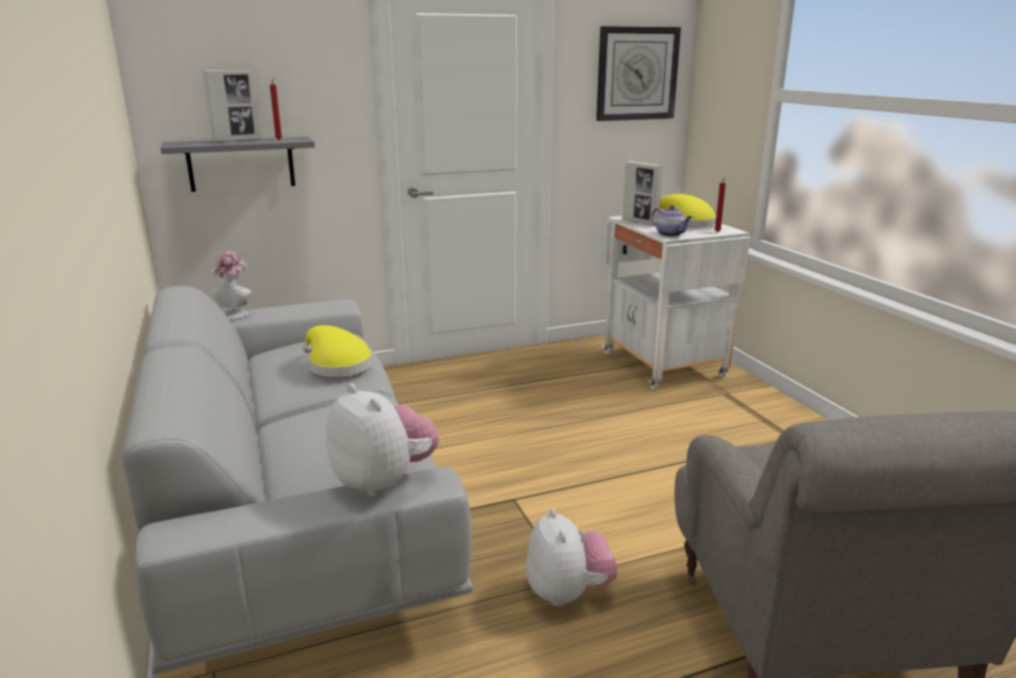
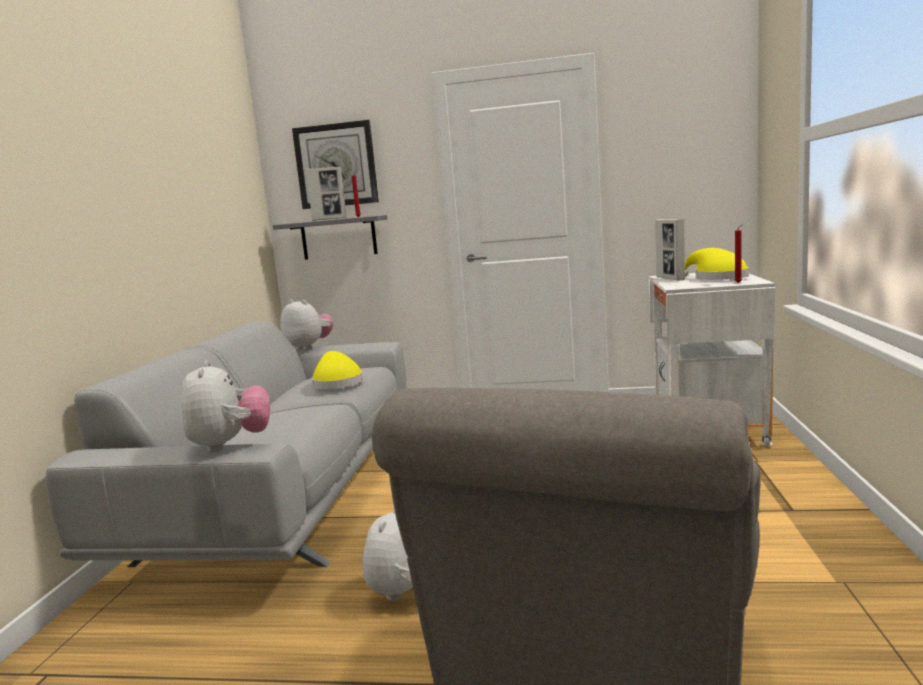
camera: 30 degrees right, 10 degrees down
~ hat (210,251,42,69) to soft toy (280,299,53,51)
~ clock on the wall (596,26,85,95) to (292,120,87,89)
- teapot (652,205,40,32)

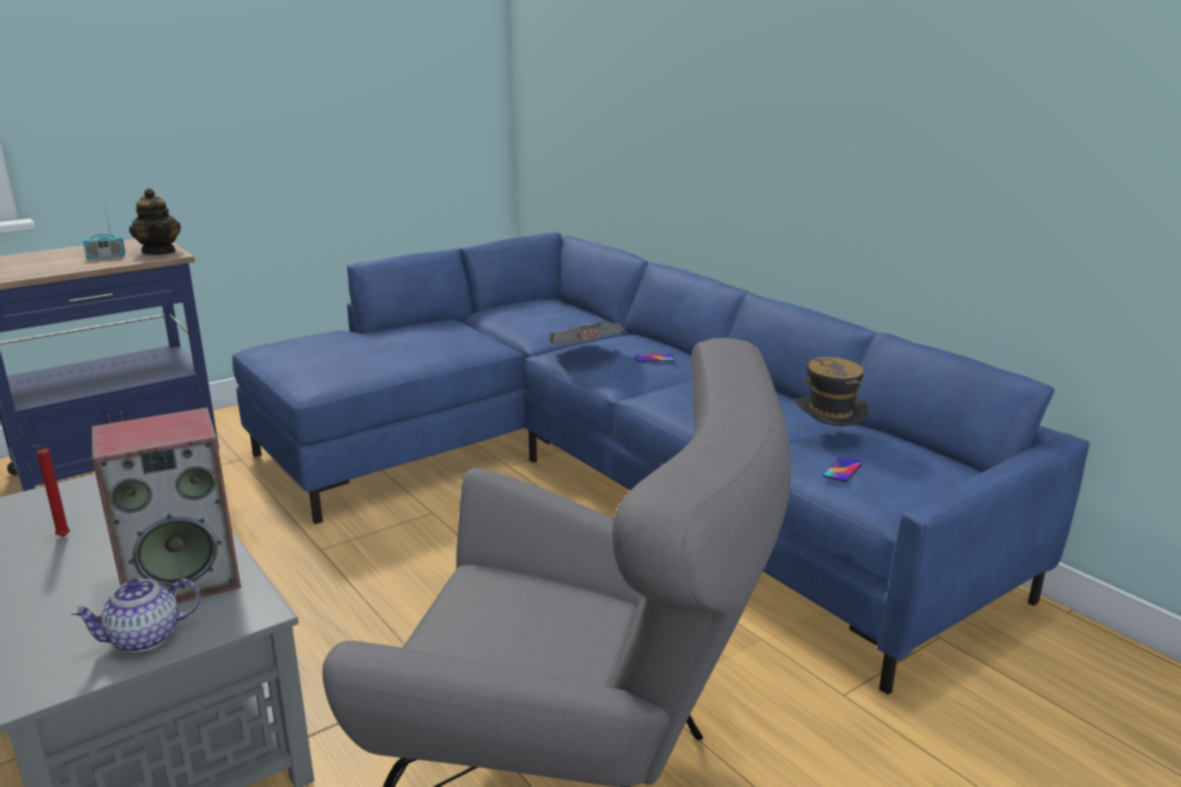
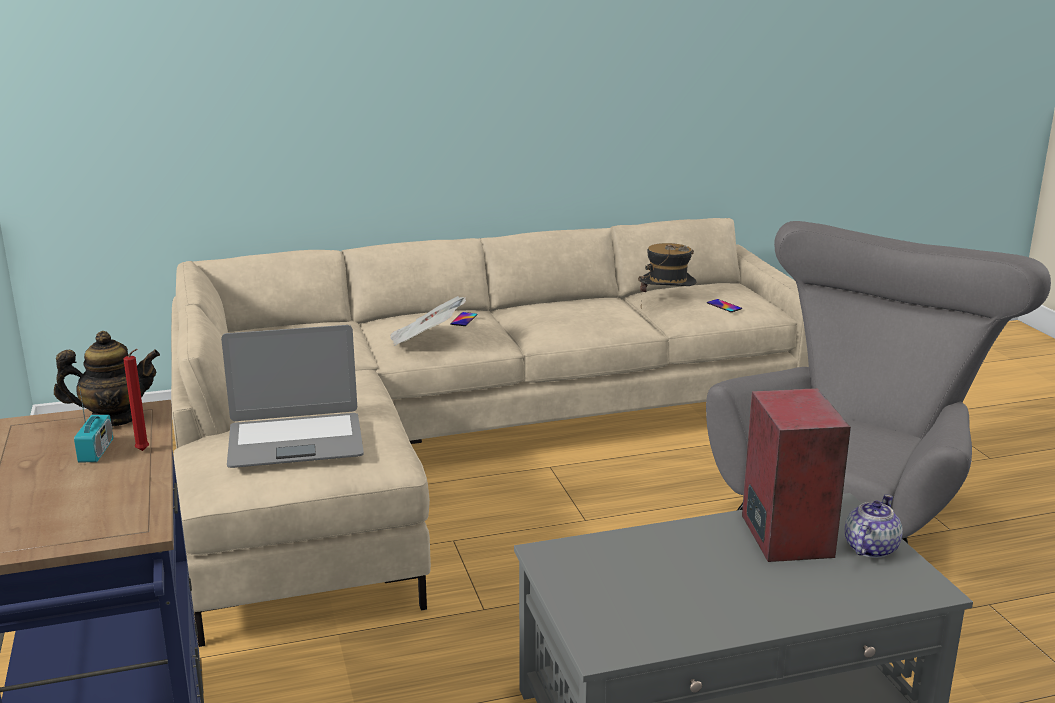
camera: 70 degrees left, 0 degrees up
~ red-coloured wax candle (33,445,37,92) to (123,349,26,102)
~ teapot (70,578,131,74) = (845,494,58,64) 135 degrees counterclockwise
~ blue settee (232,233,857,462) to beige-coloured settee (171,218,638,429)
+ portable computer (221,325,143,143)

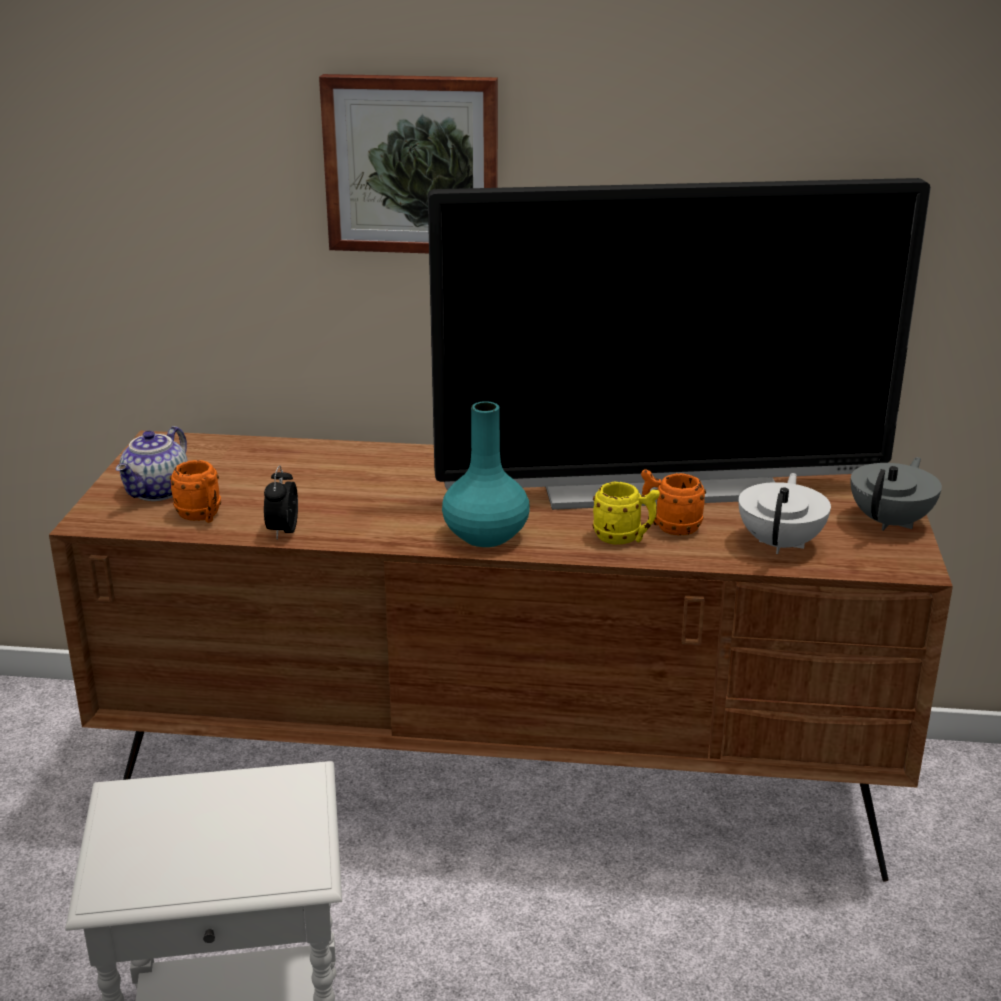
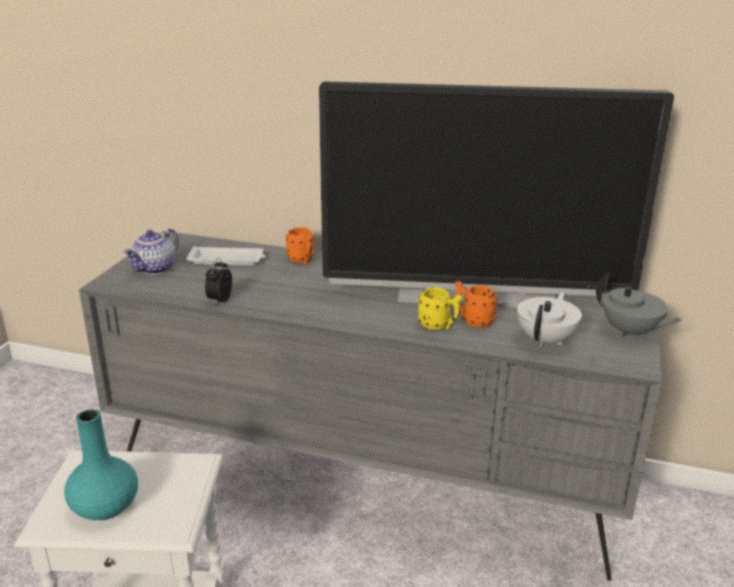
camera: 10 degrees right, 0 degrees up
~ brown-coloured tv stand (49,431,904,451) to grey tv stand (79,231,583,350)
~ orangey tea mug (170,460,51,63) to (286,227,28,38)
- wall picture (319,74,179,179)
~ blue-green vase (442,401,88,146) to (64,409,74,111)
~ grey teapot (851,457,91,74) = (596,273,86,65) 90 degrees clockwise
+ whitish serving tray (186,246,79,20)

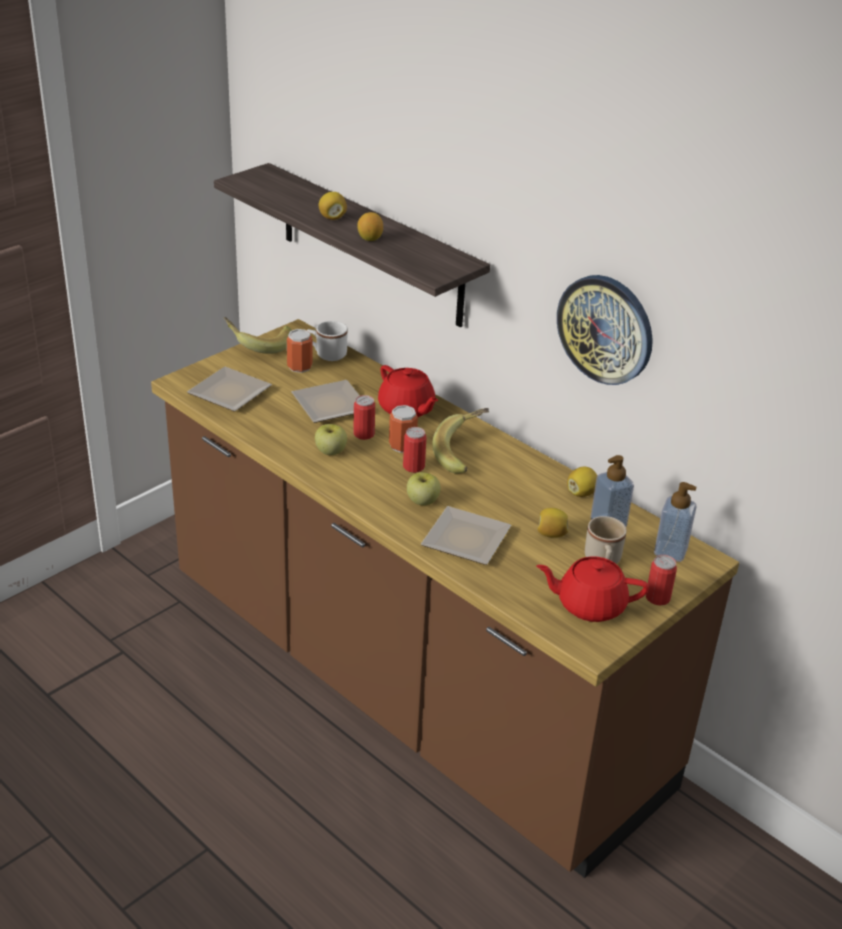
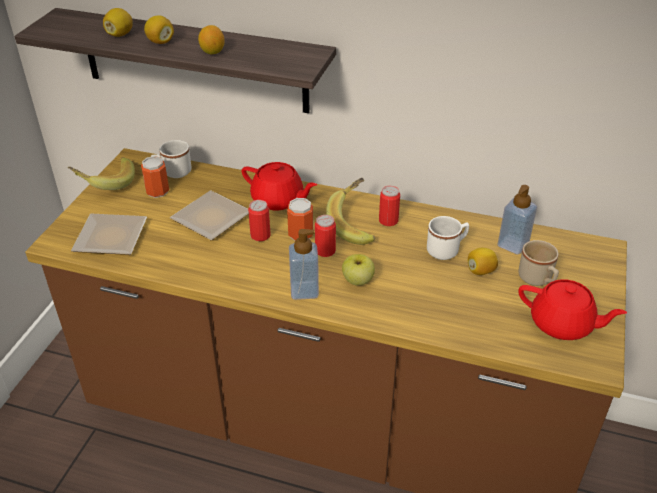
camera: 25 degrees left, 5 degrees up
- apple (315,424,32,31)
- flat dish (421,506,90,59)
~ red-coloured teapot (537,556,112,66) = (518,279,109,61) 135 degrees counterclockwise
- clock on the wall (557,275,96,110)
~ citrus fruit (567,467,31,30) to (103,8,30,29)
~ metal can (646,555,31,51) to (379,186,21,40)
~ liquid soap bottle (654,482,43,80) to (289,229,30,71)
+ whitish tea mug (427,216,42,44)

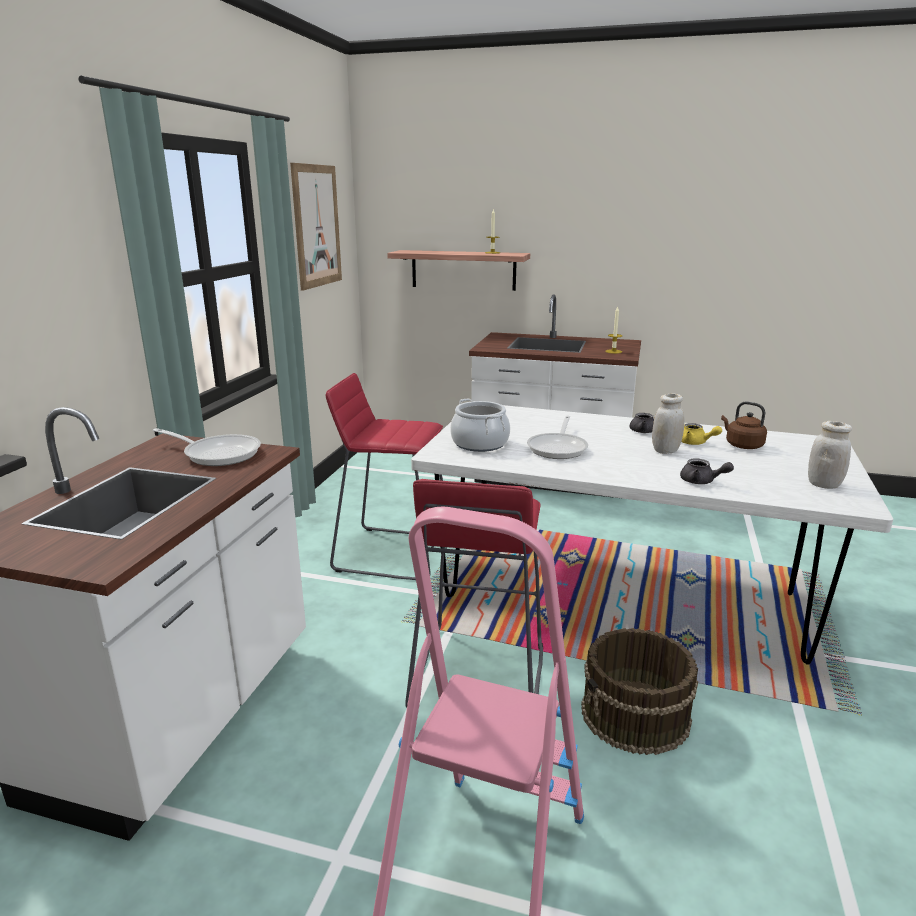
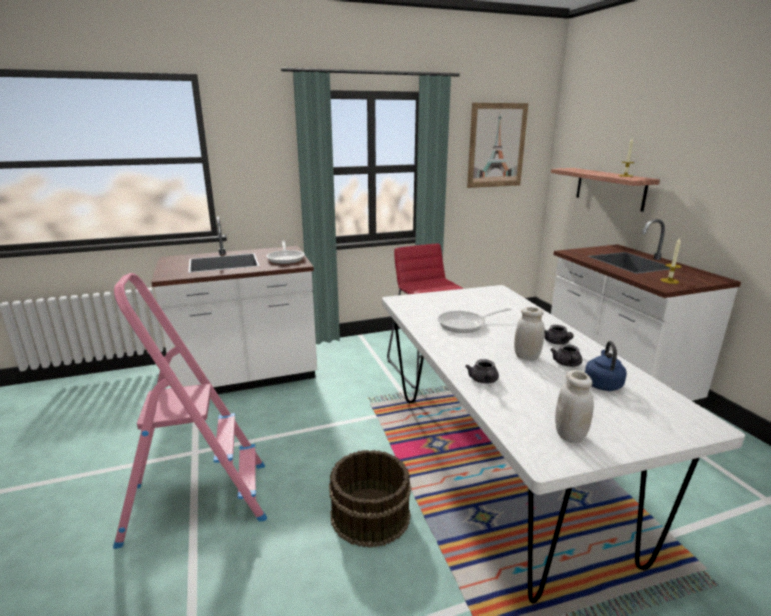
camera: 55 degrees right, 0 degrees up
- red-coloured stool (405,479,138,228)
- cooking pot (450,399,60,53)
~ yellowish teapot (681,423,41,22) to grey teapot (550,344,32,23)
~ brown-coloured water kettle (721,401,46,48) to blue water kettle (585,341,42,50)

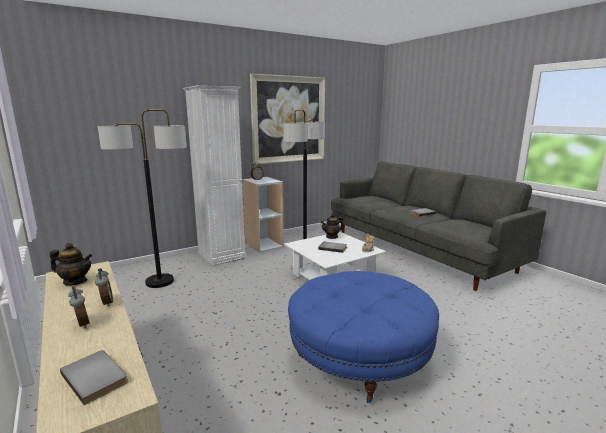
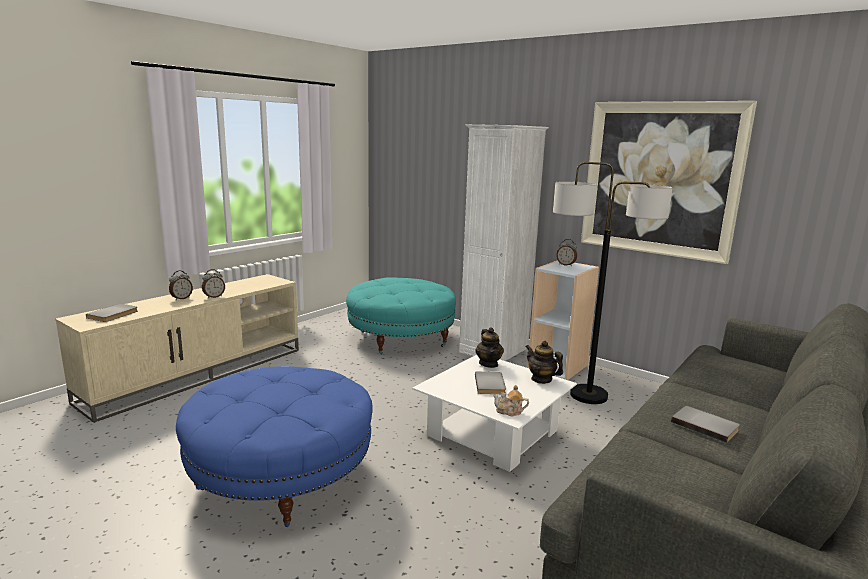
camera: 70 degrees right, 0 degrees up
~ teapot (50,243,42,43) to (475,327,29,41)
~ standard lamp (98,109,89,179) to blue-green ottoman (346,277,110,77)

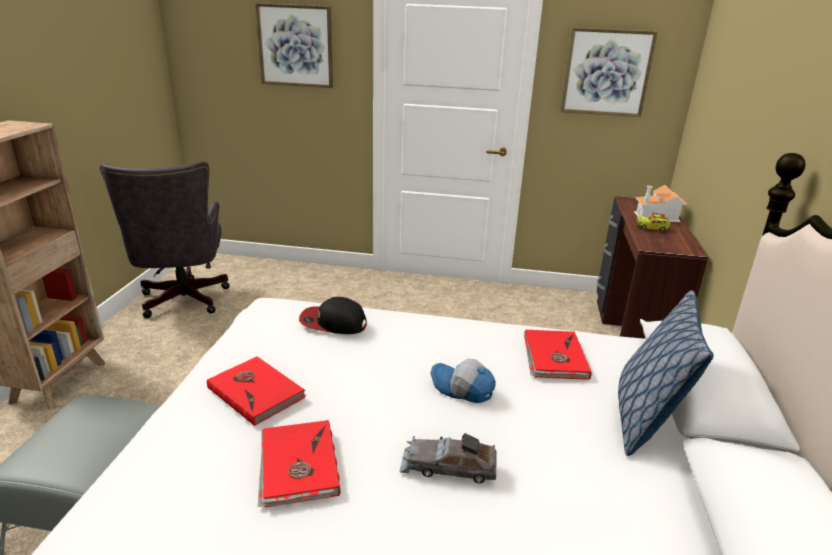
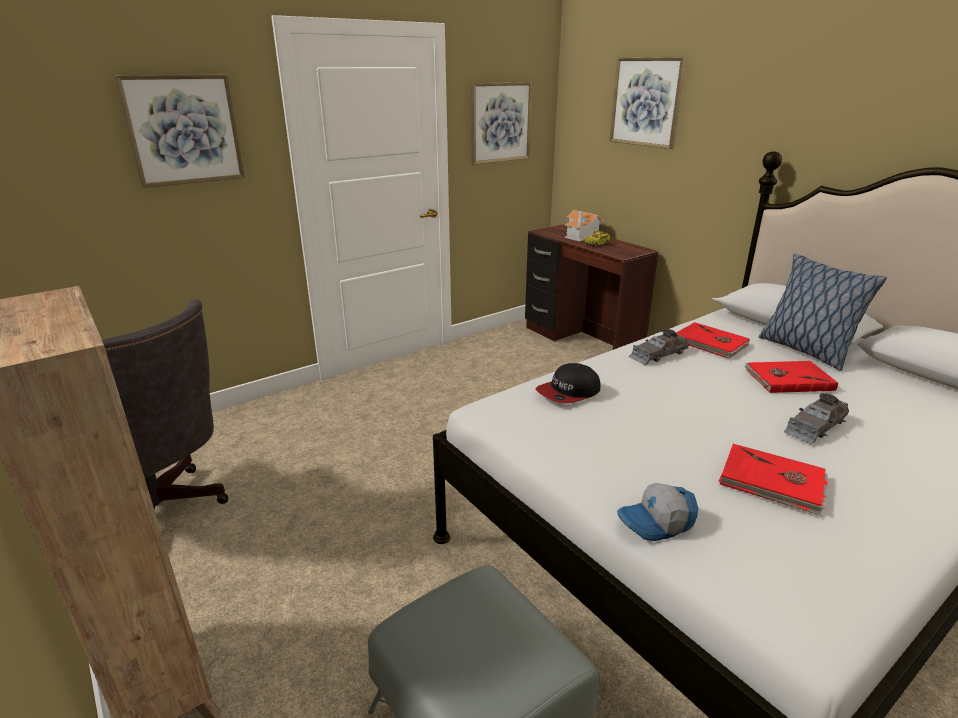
camera: 45 degrees left, 0 degrees up
~ red-coloured volume (207,356,99,70) to (745,361,93,32)
~ peaked cap (431,359,65,44) to (617,483,81,58)
+ wall picture (610,57,76,92)
+ grey toy car (629,328,60,37)

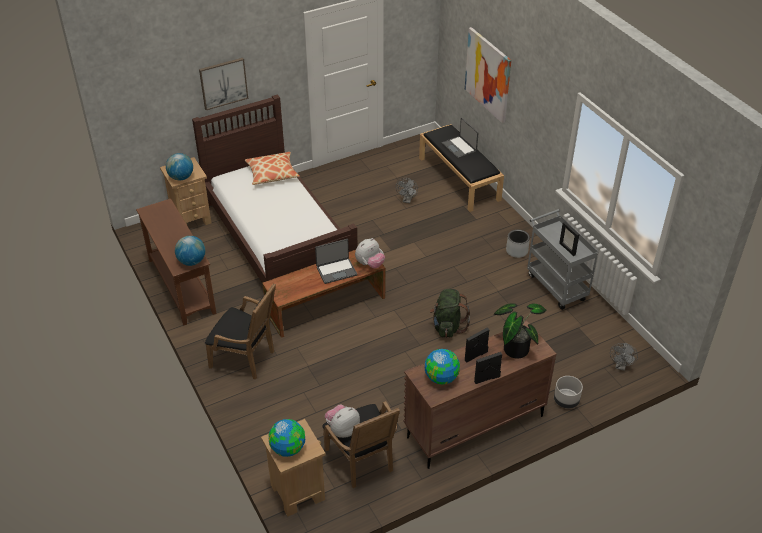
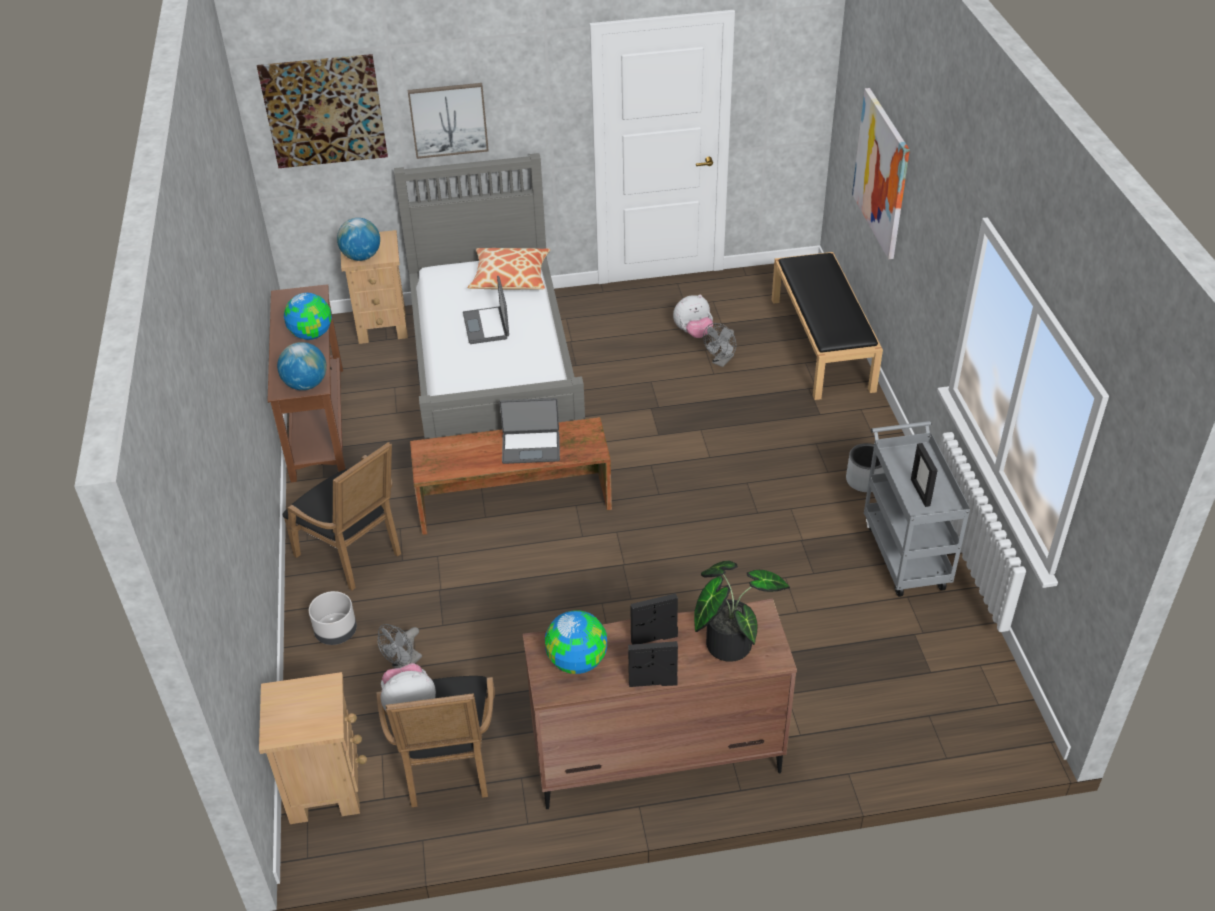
camera: 20 degrees right, 0 degrees up
~ brown-coloured sleeping bed (192,95,166,188) to grey sleeping bed (394,153,191,286)
~ desk globe (268,419,37,38) to (284,293,48,47)
~ soft toy (355,238,30,30) to (673,295,40,43)
- greenish knapsack (430,289,40,49)
~ portable computer (442,118,36,41) to (463,276,46,68)
~ grey flower pot (554,376,29,32) to (309,591,48,54)
~ grey fan (610,343,28,28) to (378,624,44,44)
+ wall picture (257,54,131,114)

